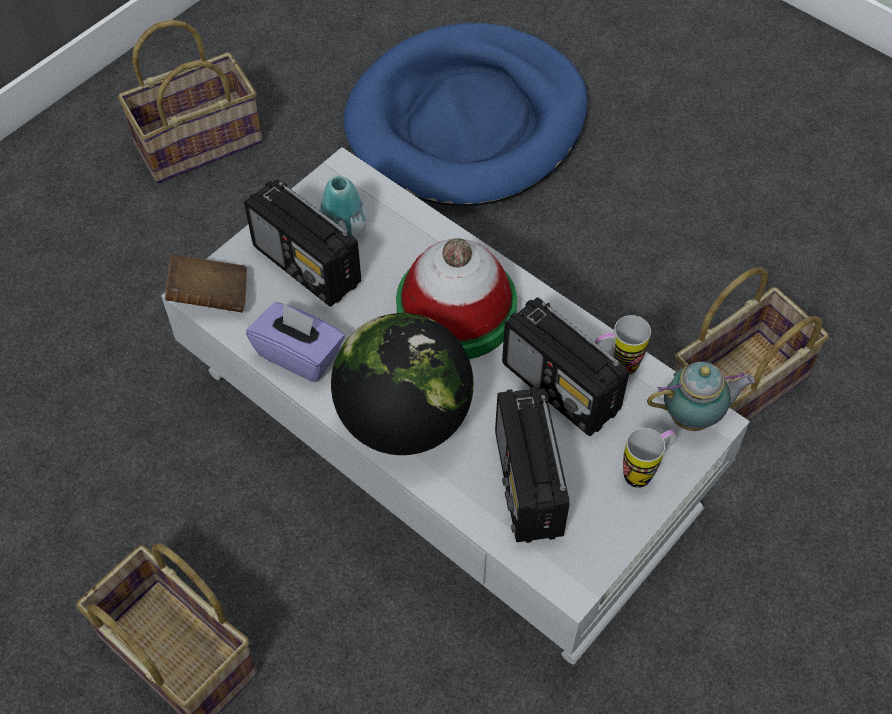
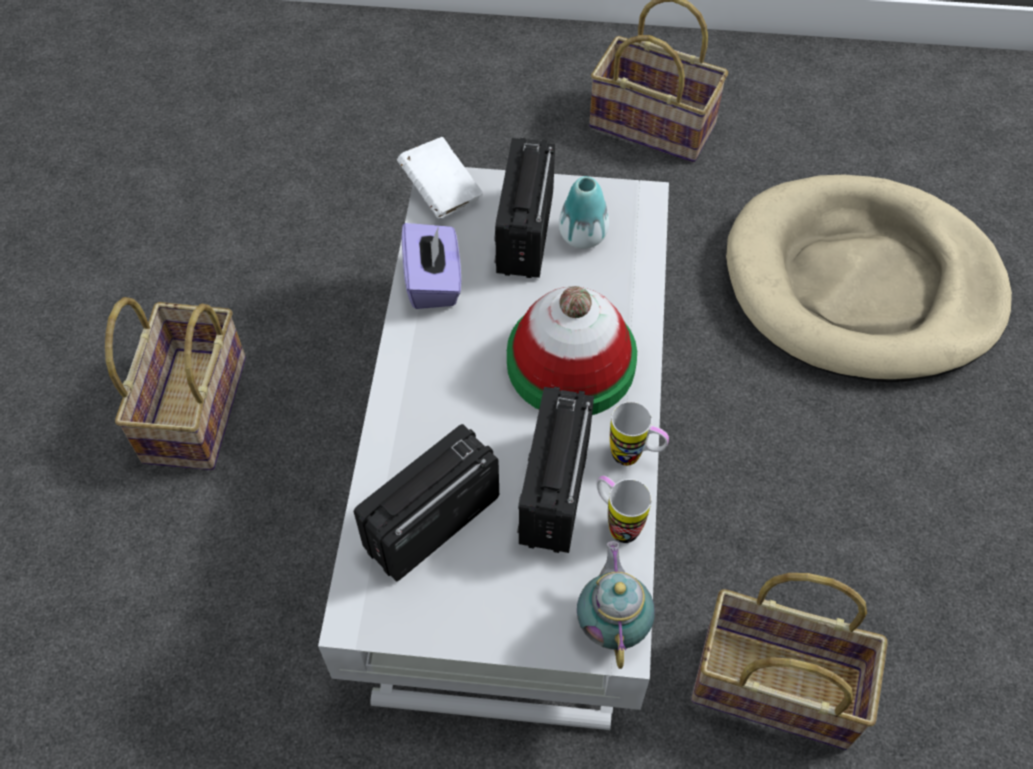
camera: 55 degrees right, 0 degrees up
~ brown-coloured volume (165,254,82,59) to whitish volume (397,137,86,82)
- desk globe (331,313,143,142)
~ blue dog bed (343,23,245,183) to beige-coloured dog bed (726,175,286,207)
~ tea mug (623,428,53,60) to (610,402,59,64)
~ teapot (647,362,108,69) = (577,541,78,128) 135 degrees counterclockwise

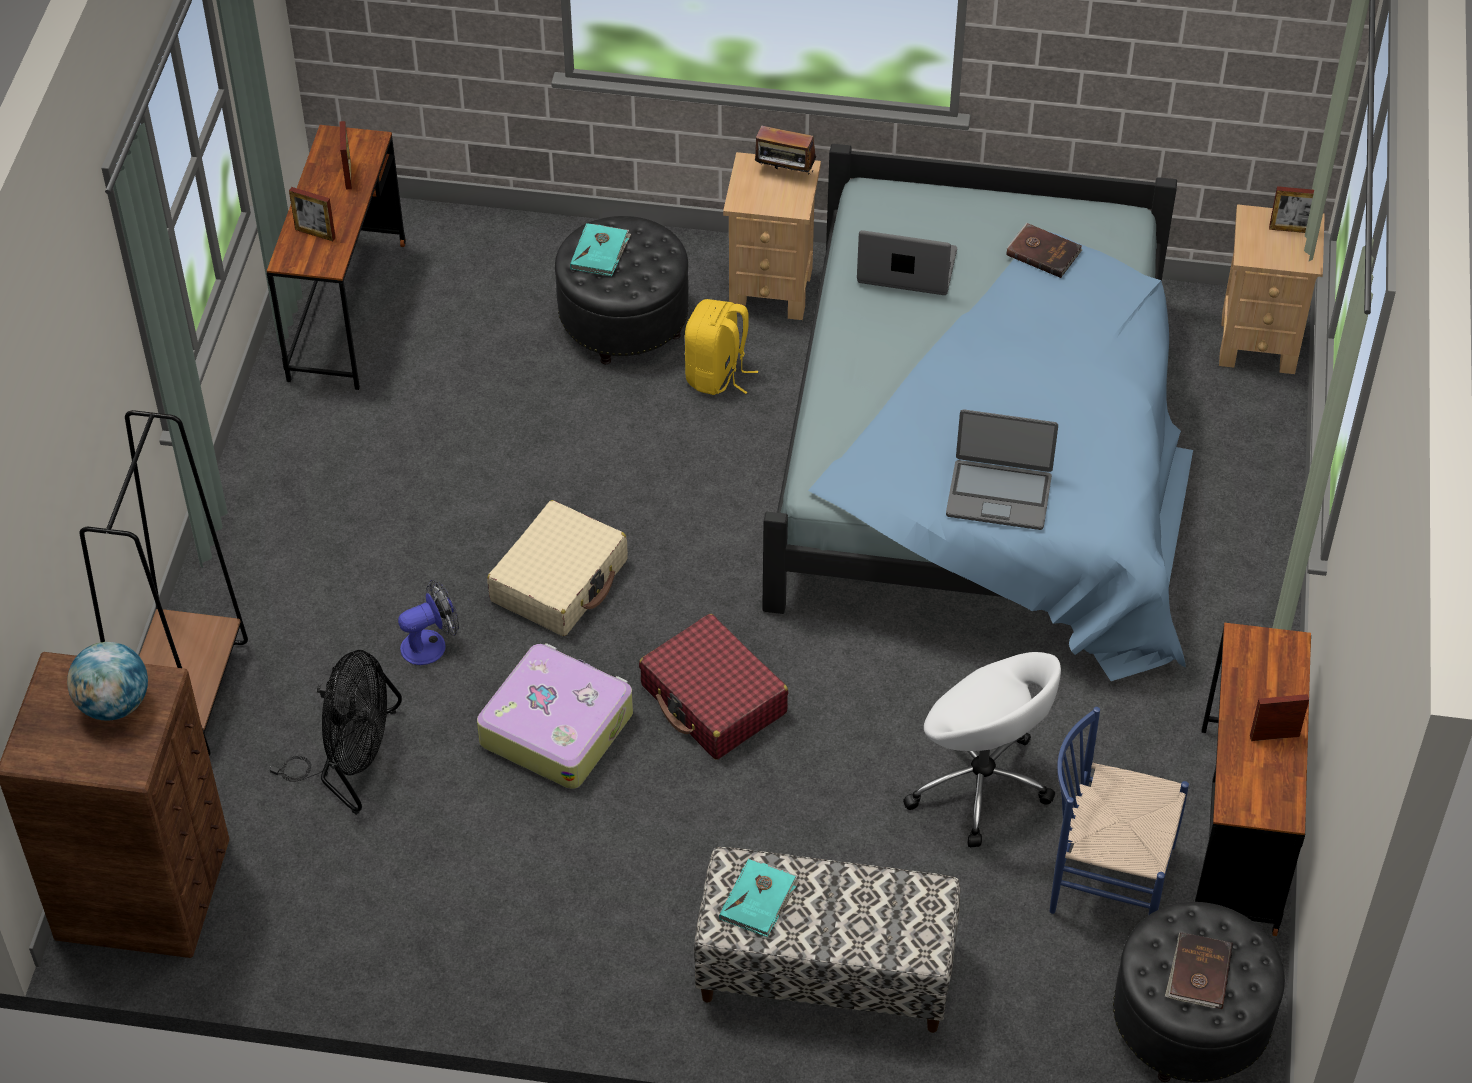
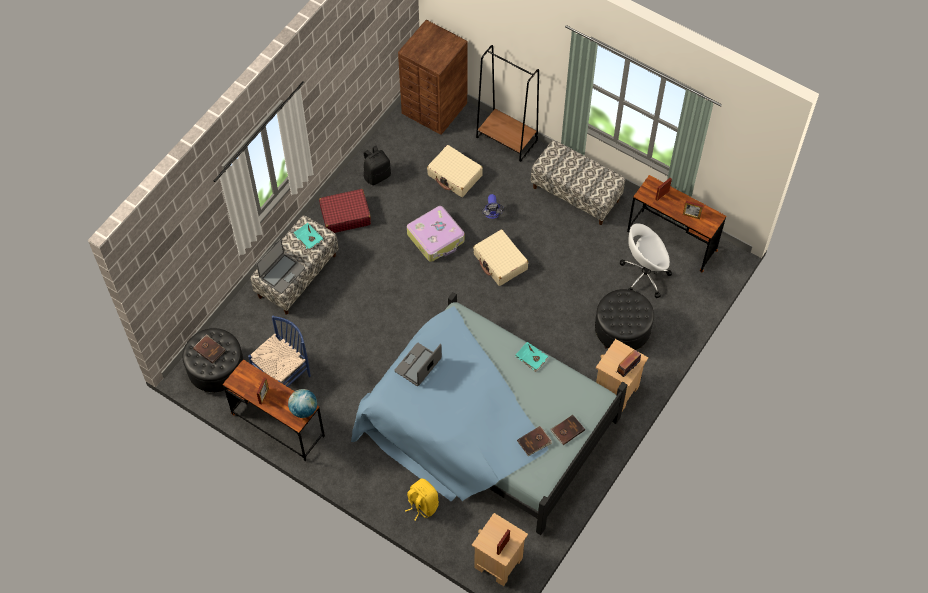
camera: 115 degrees right, 10 degrees up
~ desk globe (67,642,81,79) to (288,389,29,29)
~ black fan (269,650,133,165) to beige-coloured travel case (427,145,56,52)
~ blue-green volume (570,223,61,53) to (515,342,33,30)
~ red-coloured travel case (639,614,149,145) to (319,189,52,44)
~ yellowish knapsack (685,299,73,96) to (405,478,34,43)
~ portable computer (857,230,100,65) to (256,238,49,56)
~ whitish desk chair (903,652,158,195) to (620,223,52,75)
+ black knapsack (363,146,28,39)
+ bench (531,140,94,85)
+ brown-coloured volume (550,415,35,30)

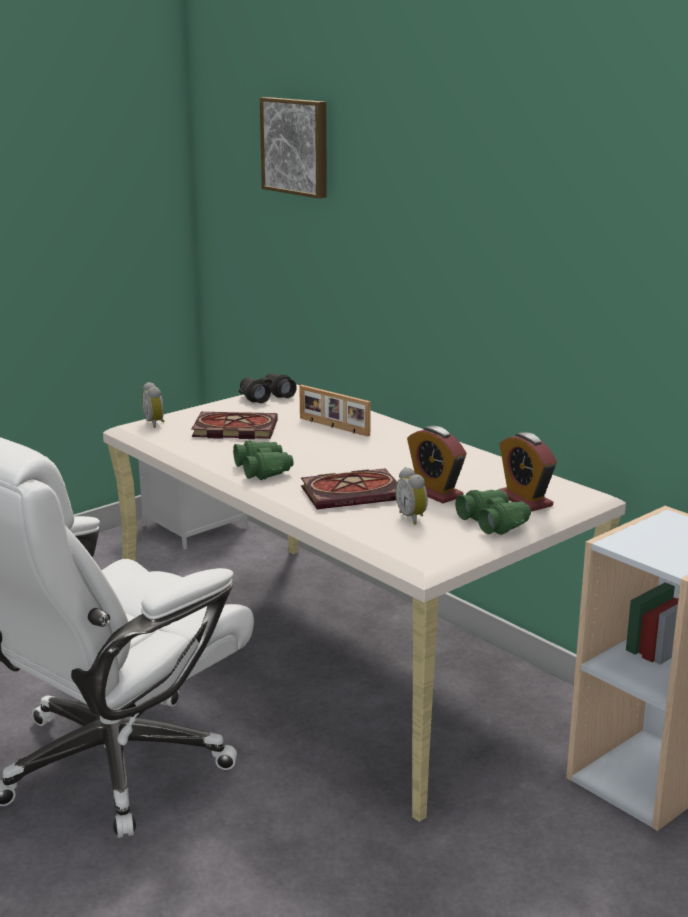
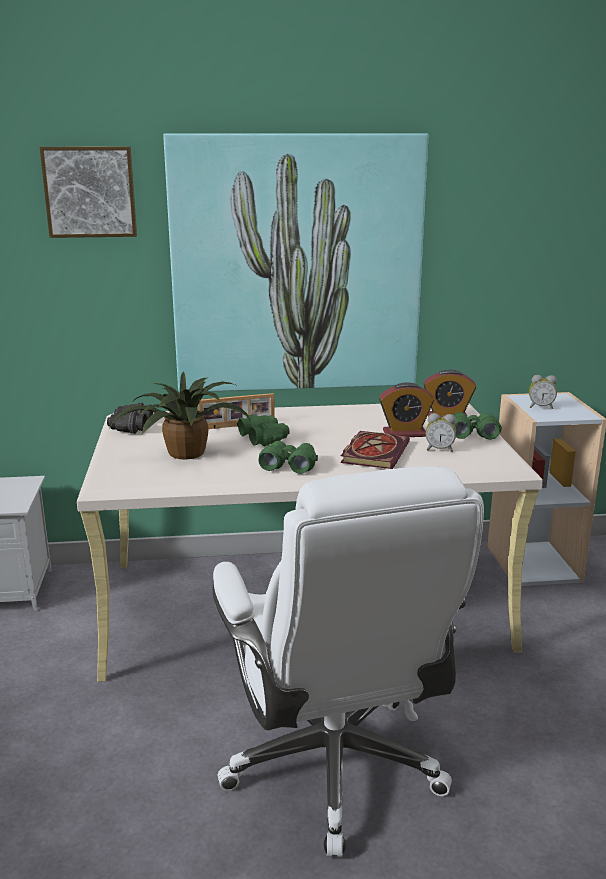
camera: 55 degrees left, 0 degrees up
~ alarm clock (142,382,23,46) to (529,375,28,34)
~ volume (191,412,87,27) to plant in a pot (110,372,140,87)
+ wall picture (163,133,265,259)
+ greenish field glasses (238,415,52,31)

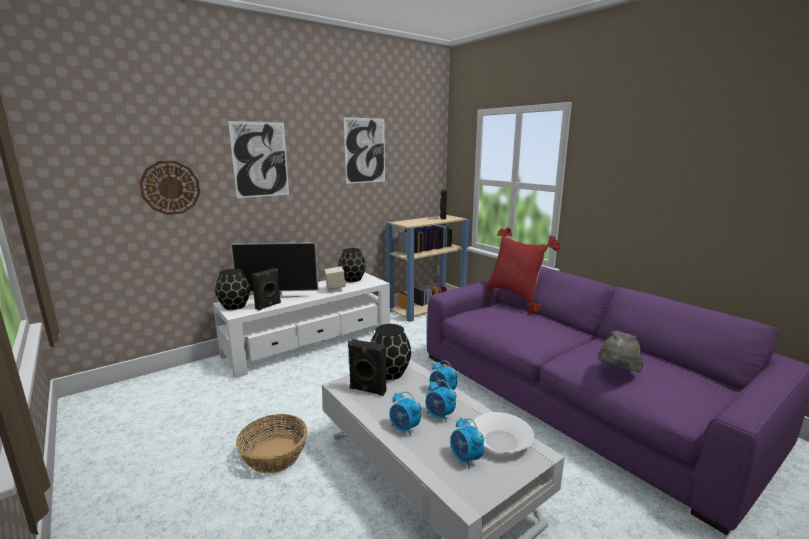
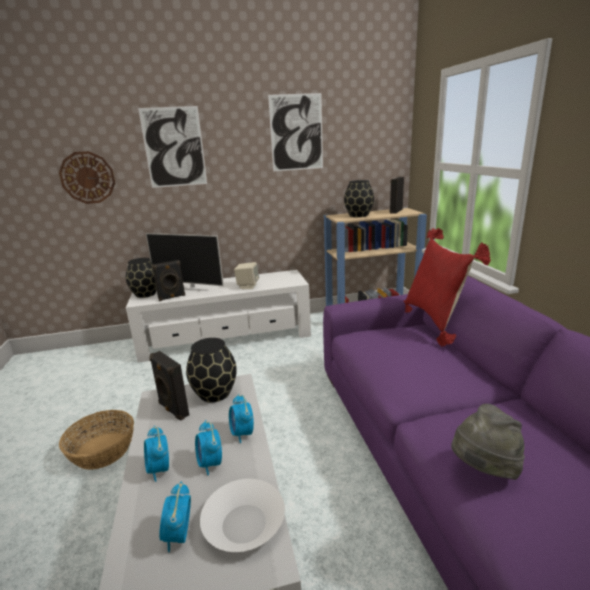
camera: 25 degrees right, 5 degrees up
~ black vase (339,248,27,34) to (344,180,30,37)

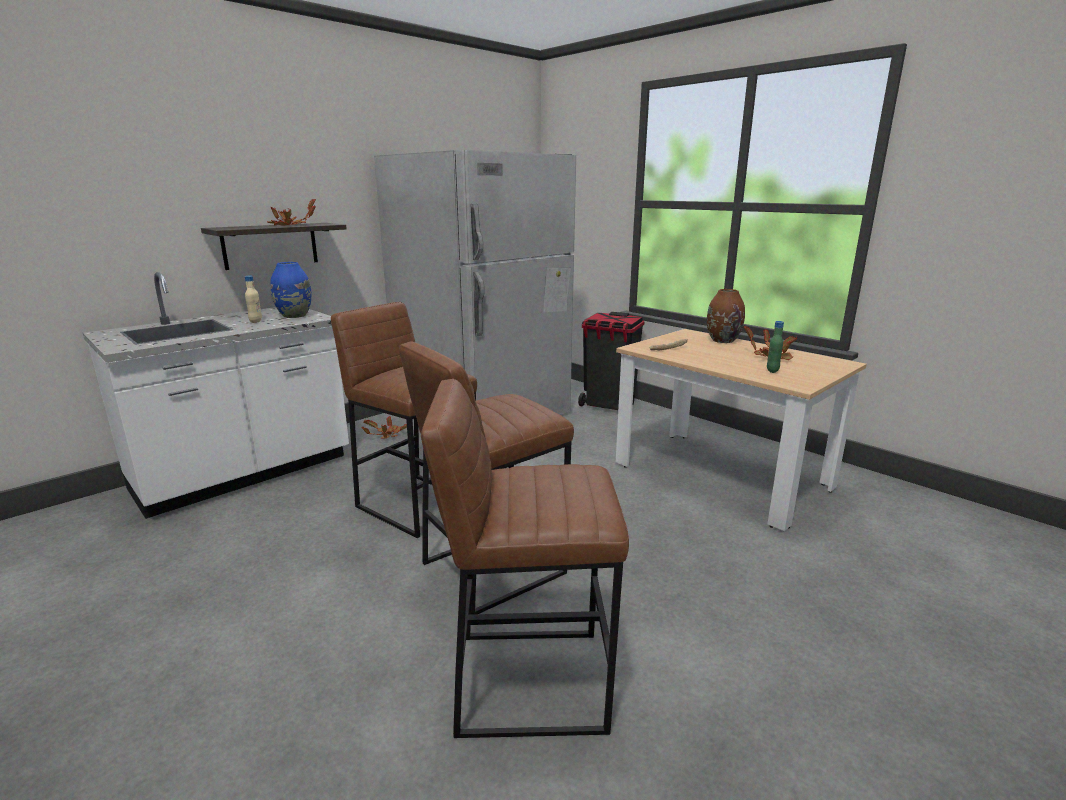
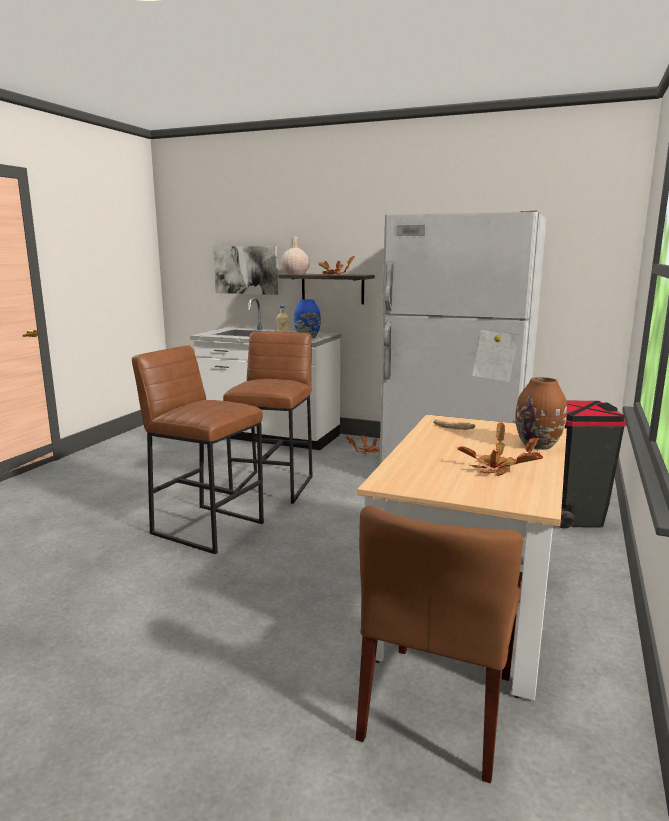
camera: 65 degrees right, 5 degrees down
- brown-coloured stool (421,379,208,359)
- greenish drink bottle (767,321,17,52)
+ wall picture (213,246,65,49)
+ beige-coloured vase (281,236,29,38)
+ brown-coloured plain chair (356,506,167,277)

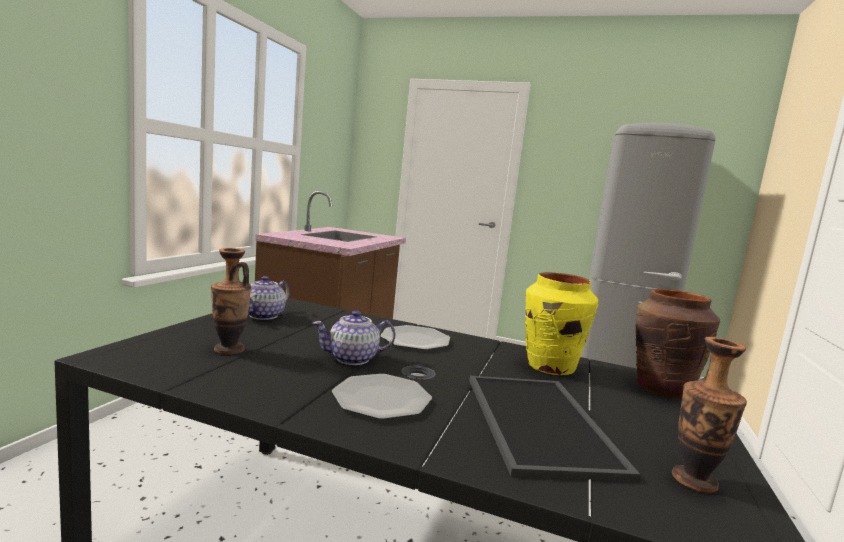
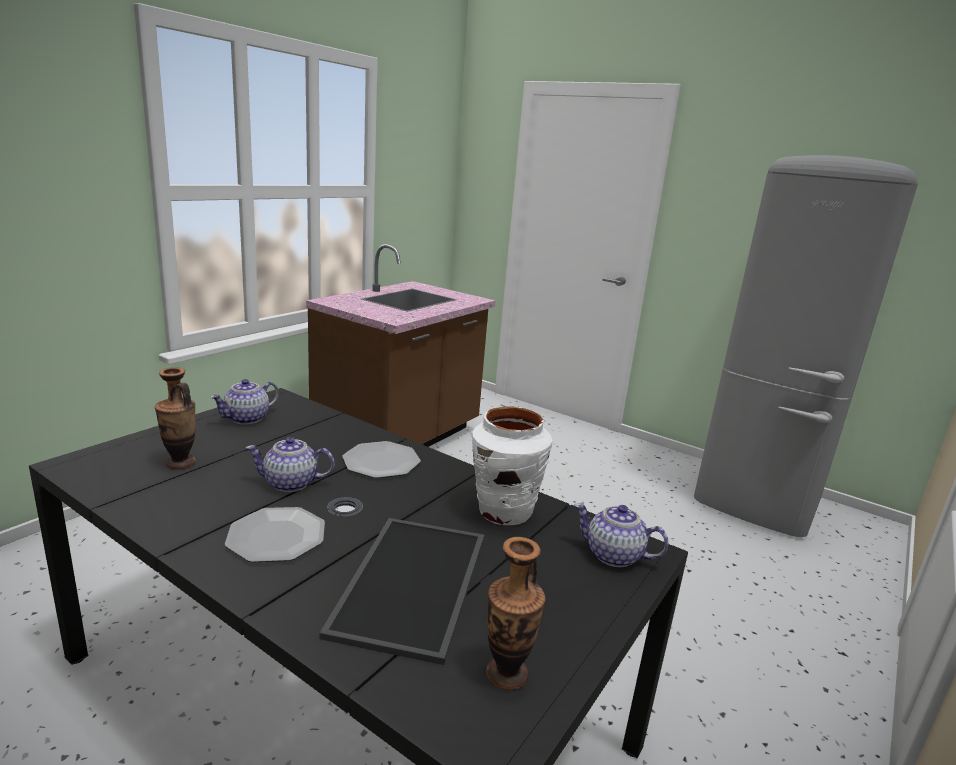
camera: 15 degrees right, 10 degrees up
~ yellowish vase (525,272,73,103) to whitish vase (472,407,80,118)
~ brown-coloured vase (635,289,85,109) to teapot (573,503,96,64)

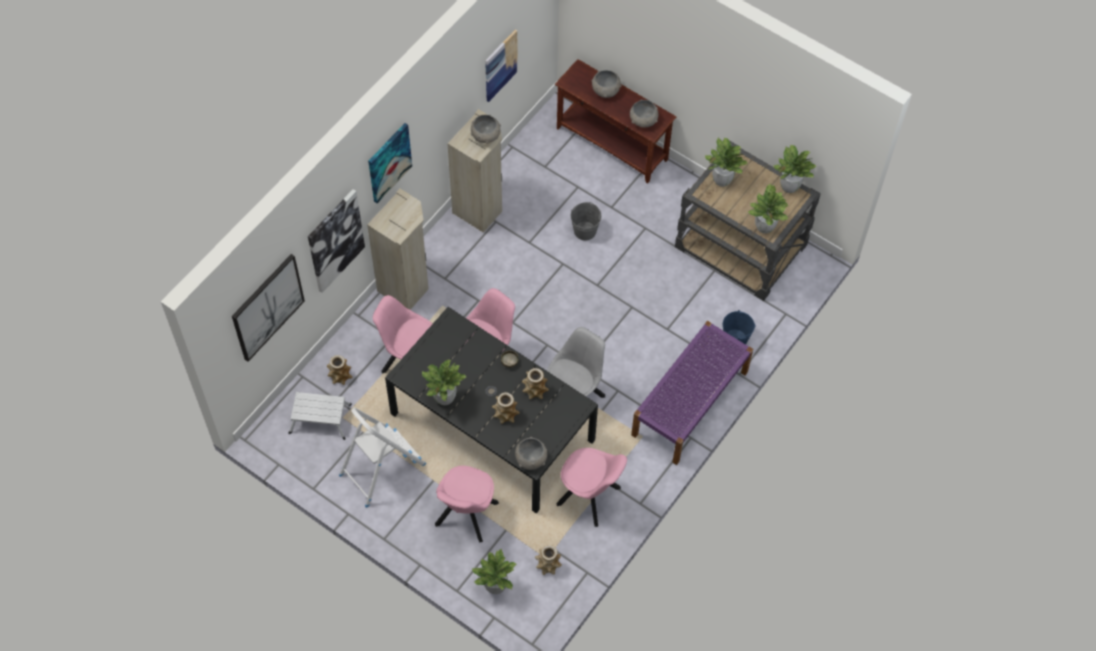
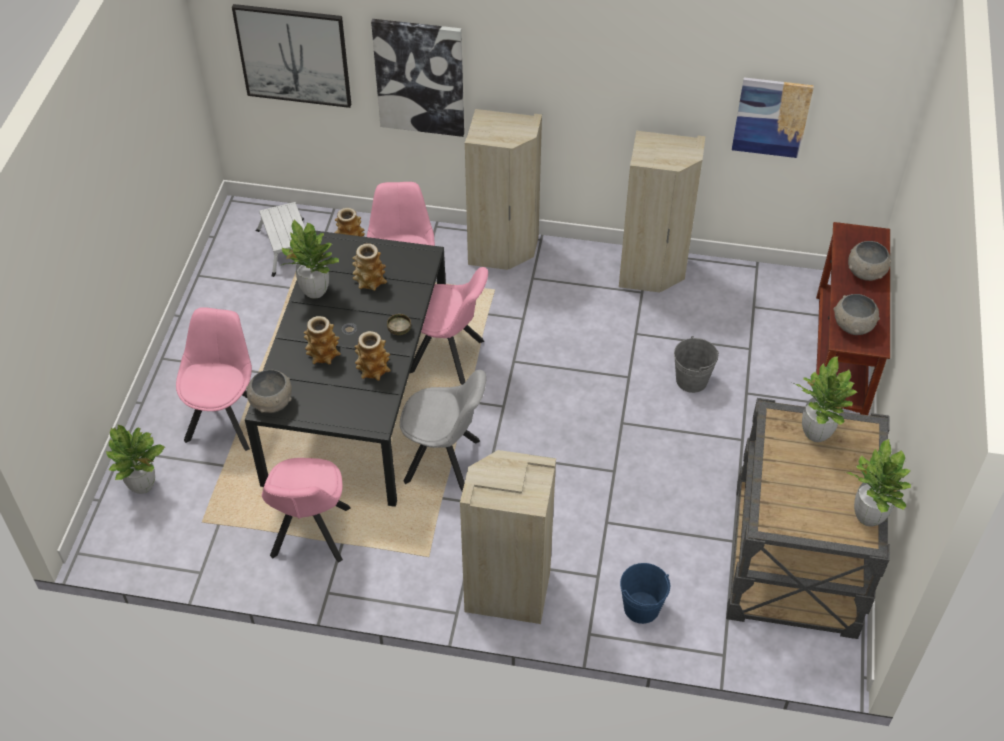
camera: 65 degrees right, 10 degrees down
- whitish step ladder (339,407,87,101)
- wall picture (368,123,44,80)
~ pink-coloured plain chair (435,466,64,77) = (176,307,76,144) 105 degrees clockwise
- grey bowl (470,115,31,29)
~ vase (535,545,27,30) to (352,243,35,48)
~ purple-coloured bench (631,321,122,144) to beige-coloured cabinet (460,450,96,174)
- plant in a pot (747,184,41,50)

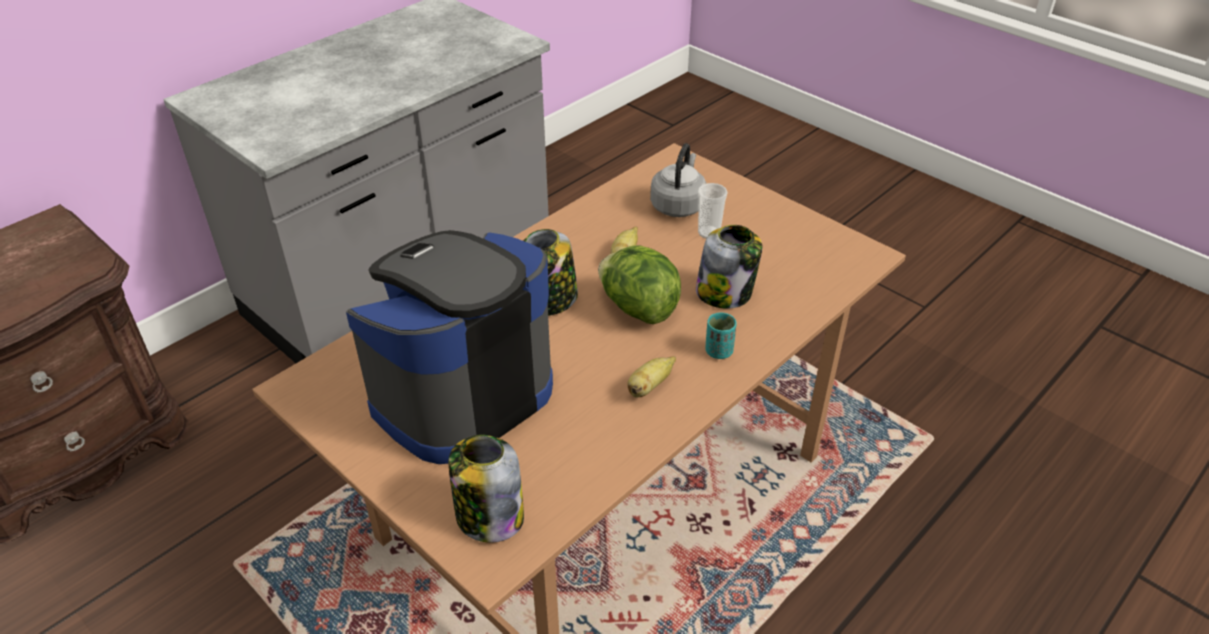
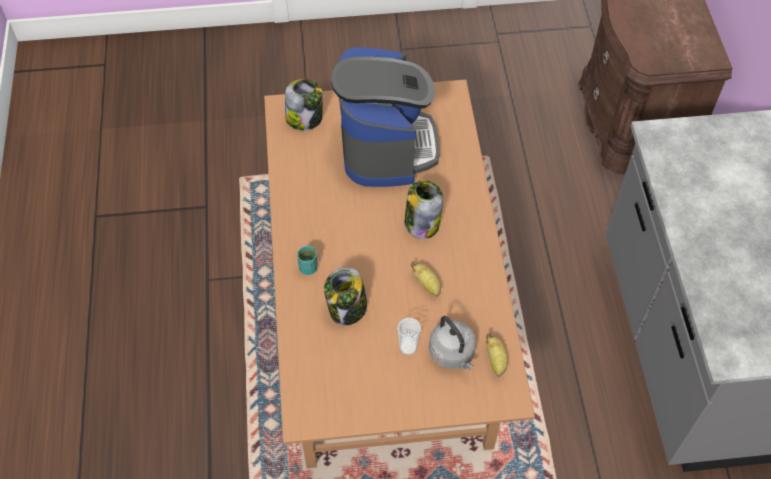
camera: 130 degrees right, 15 degrees up
- lettuce (598,245,83,79)
~ whole banana (628,356,48,42) to (486,332,22,45)

